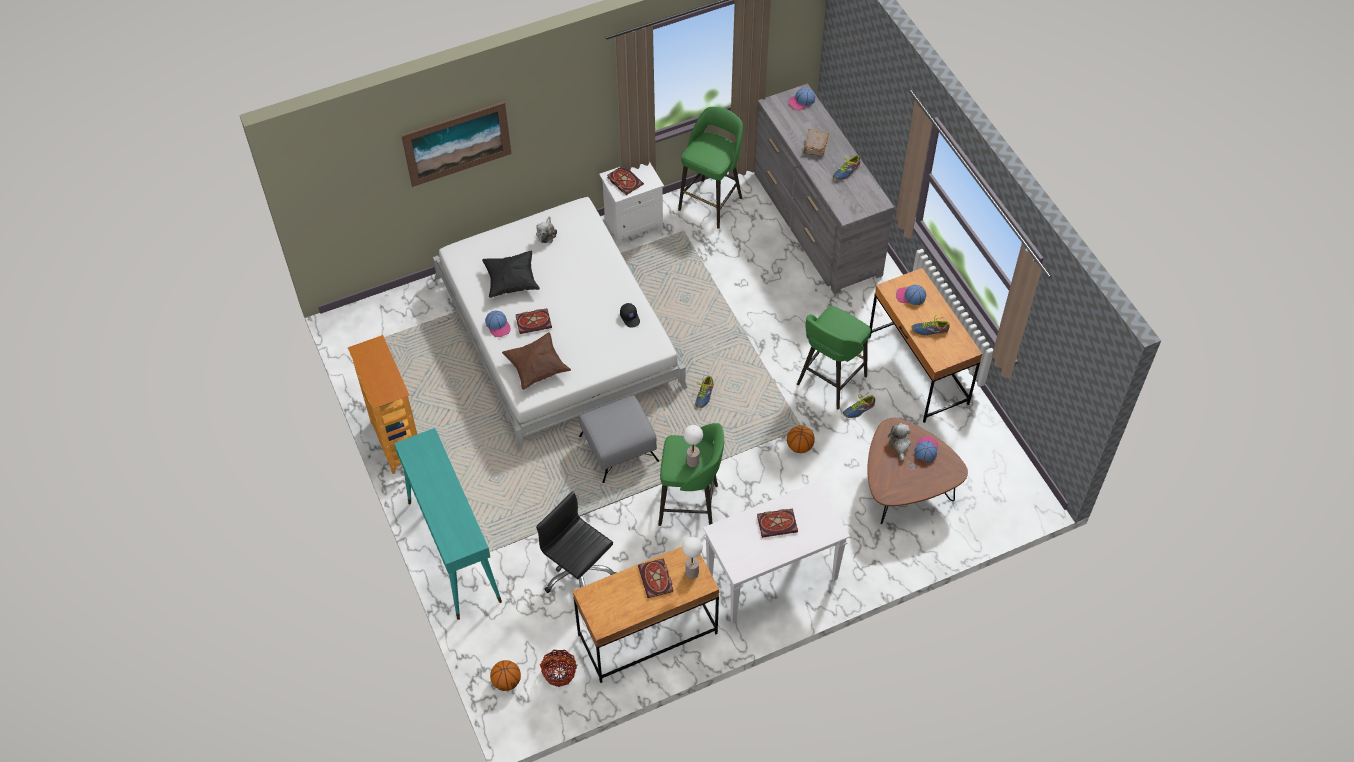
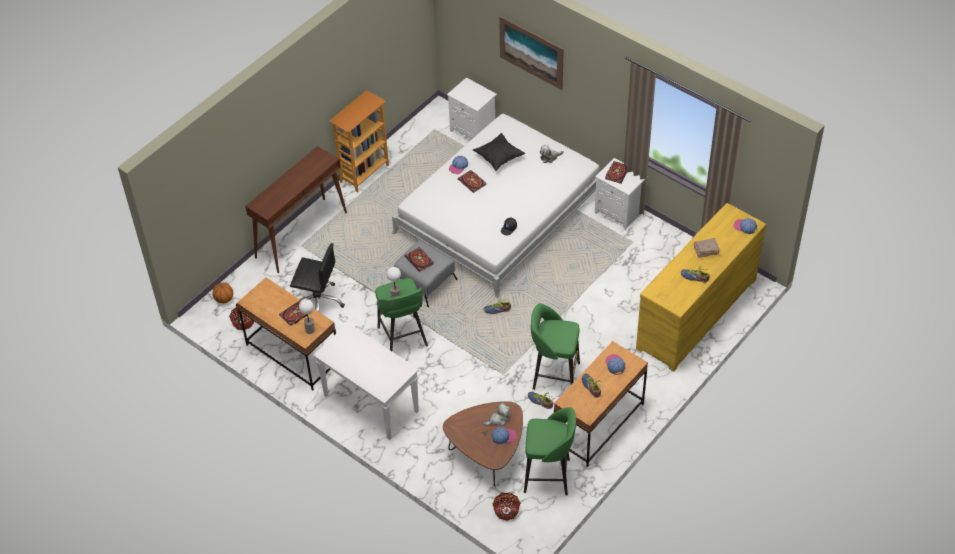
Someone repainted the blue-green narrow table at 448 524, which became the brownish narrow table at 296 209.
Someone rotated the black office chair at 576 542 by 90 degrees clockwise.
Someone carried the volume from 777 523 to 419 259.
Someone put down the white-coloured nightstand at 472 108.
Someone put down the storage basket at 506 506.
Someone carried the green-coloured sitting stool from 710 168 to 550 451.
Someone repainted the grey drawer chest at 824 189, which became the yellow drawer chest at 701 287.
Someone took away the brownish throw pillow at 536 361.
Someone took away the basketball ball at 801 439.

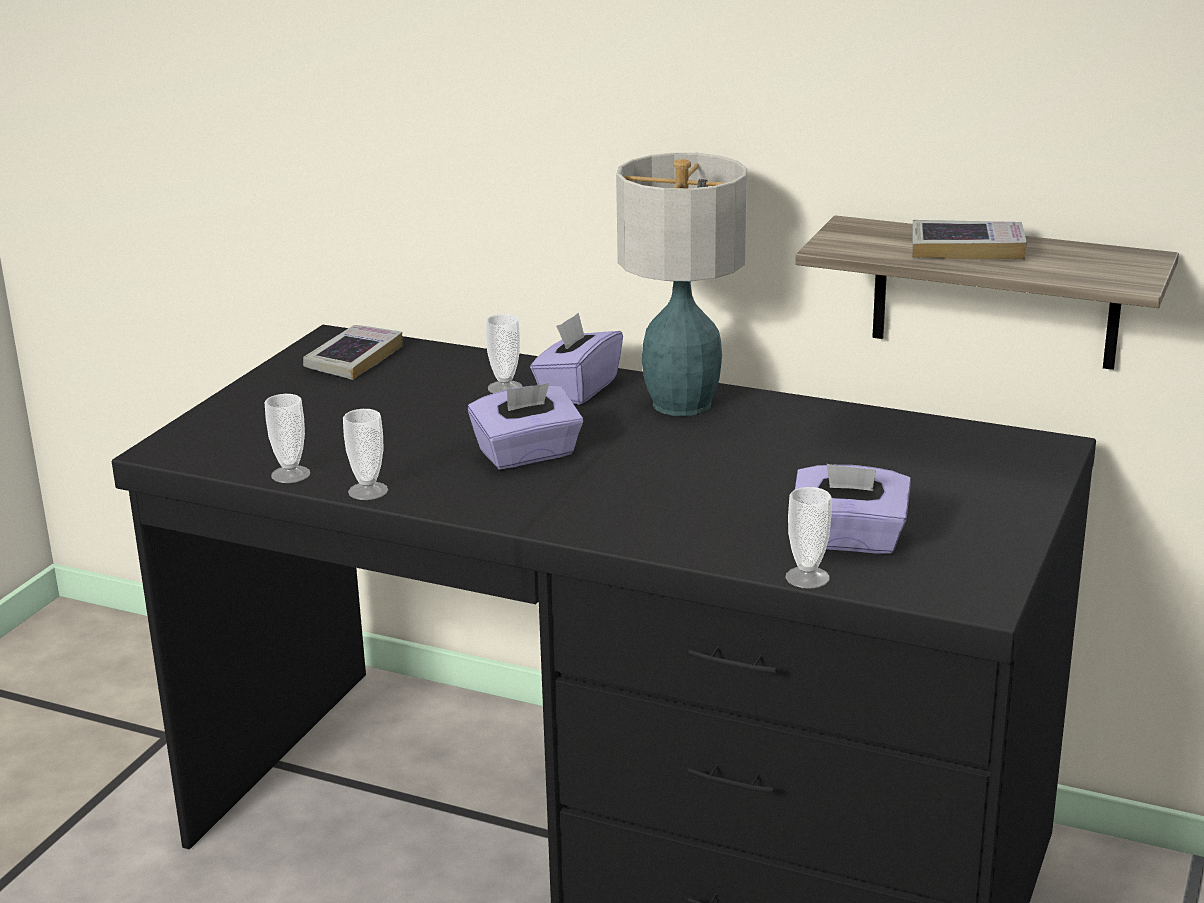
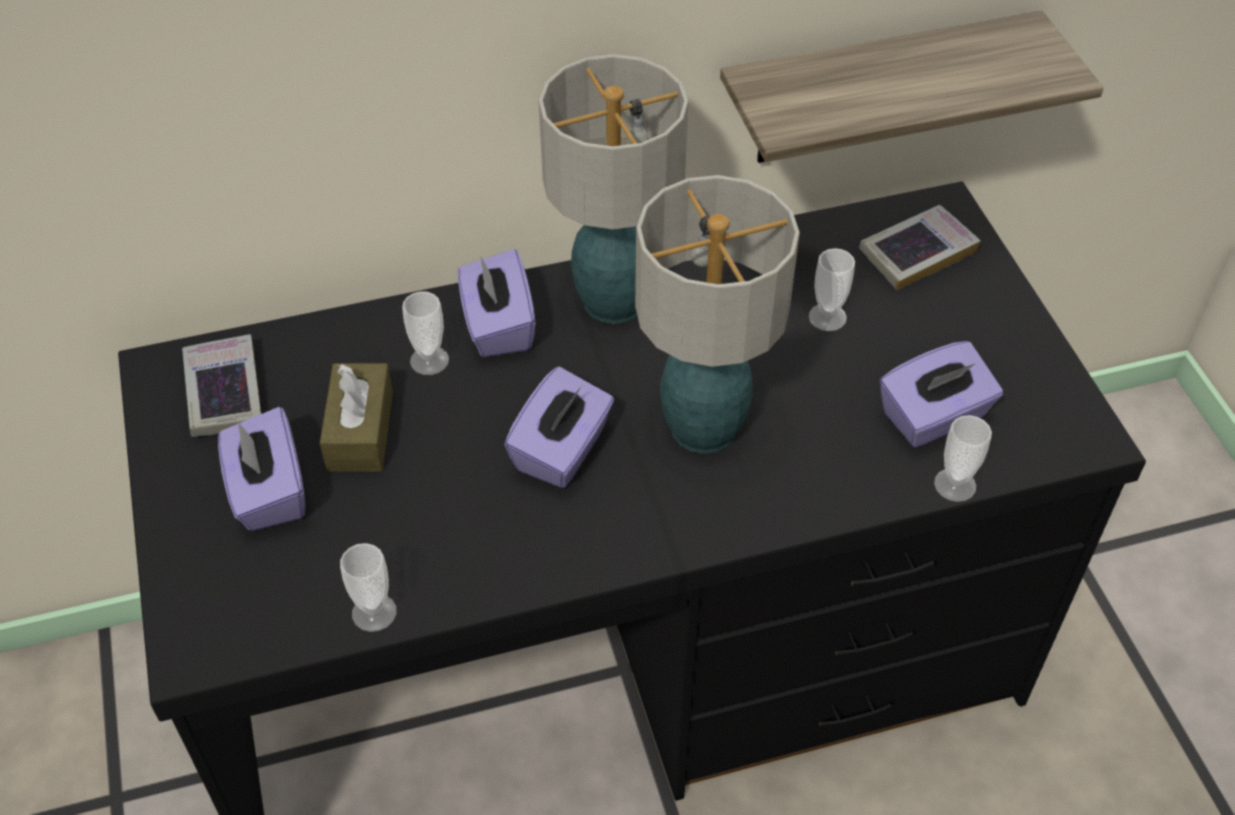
Someone put down the purplish tissue holder at 261 469.
Someone put down the brownish tissue holder at 356 417.
Someone put down the tabletop lamp at 717 314.
Someone carried the small cup from 365 454 to 832 289.
Someone carried the volume from 969 240 to 920 247.

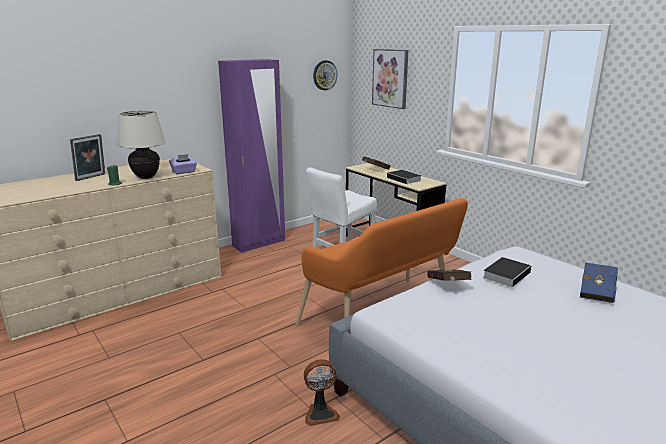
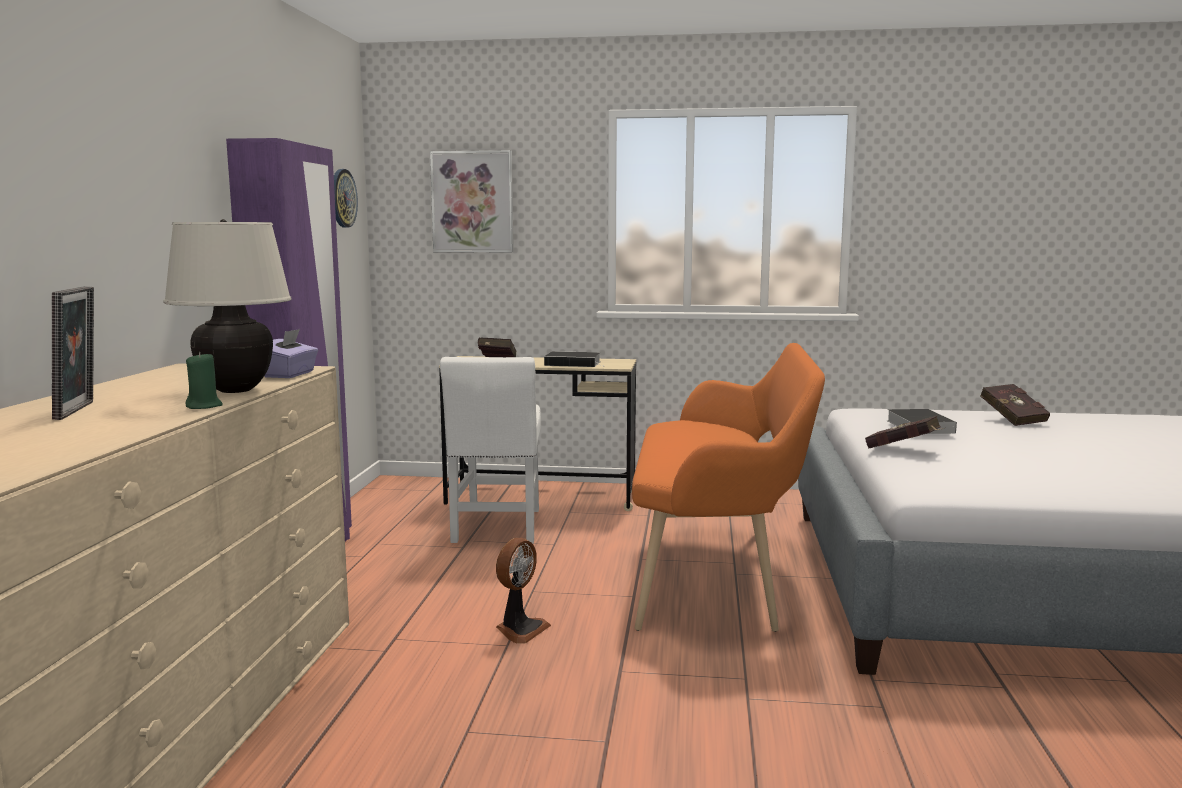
Someone carried the fan from 322 392 to 523 591.
Someone repainted the blue-coloured volume at 599 282, which became the red volume at 1015 405.

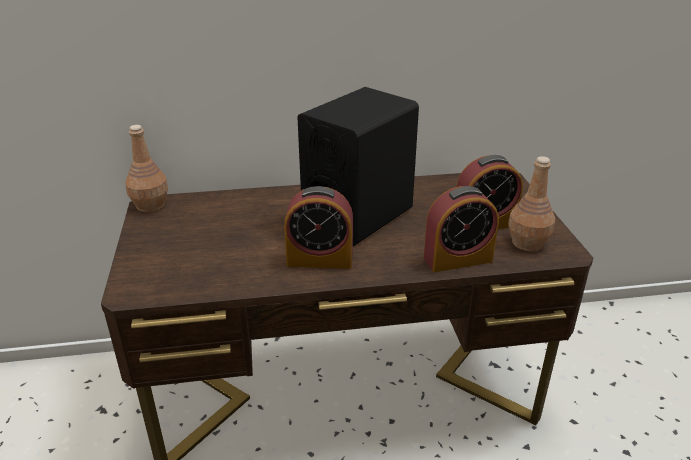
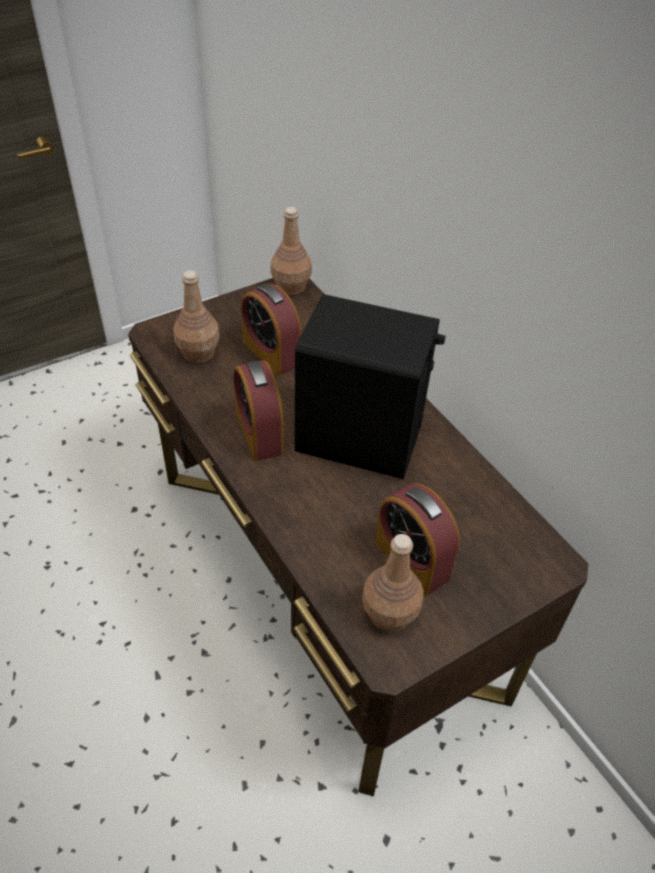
Someone put down the brownish drink bottle at 196 316.
Someone carried the table clock from 461 229 to 271 330.

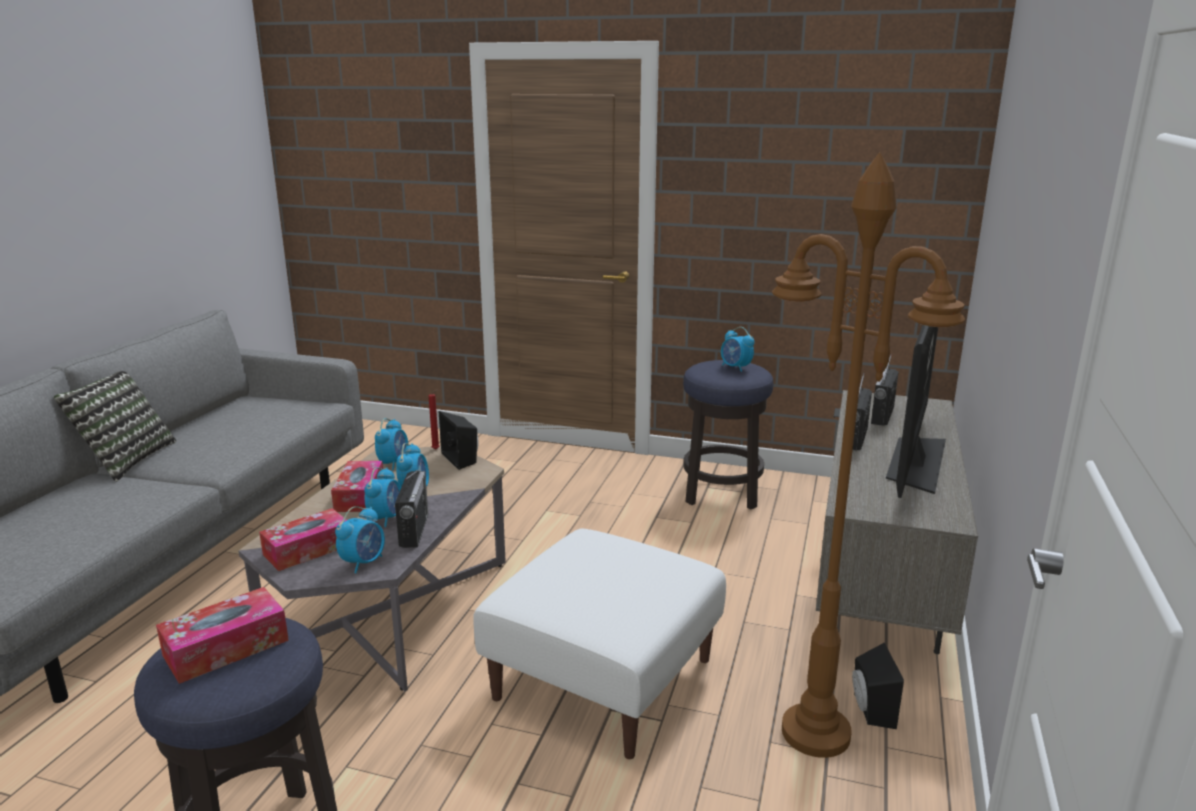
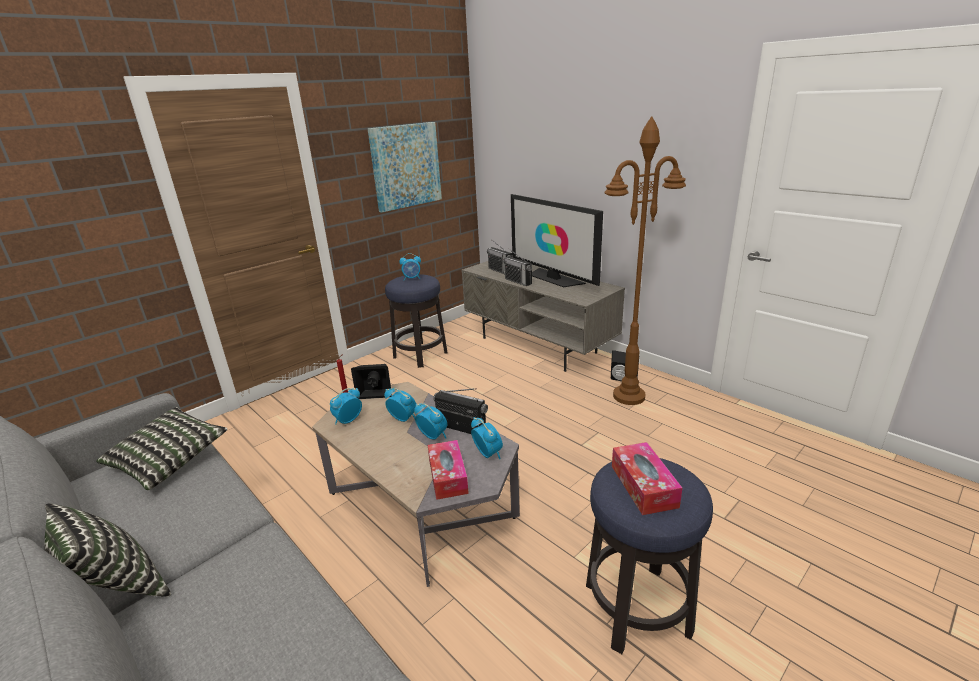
Someone put down the throw pillow at 161 448.
Someone rotated the table clock at 392 444 by 90 degrees counterclockwise.
Someone put up the picture at 405 167.
Someone took away the tissue holder at 357 486.
Someone took away the white-coloured pouffe at 599 644.

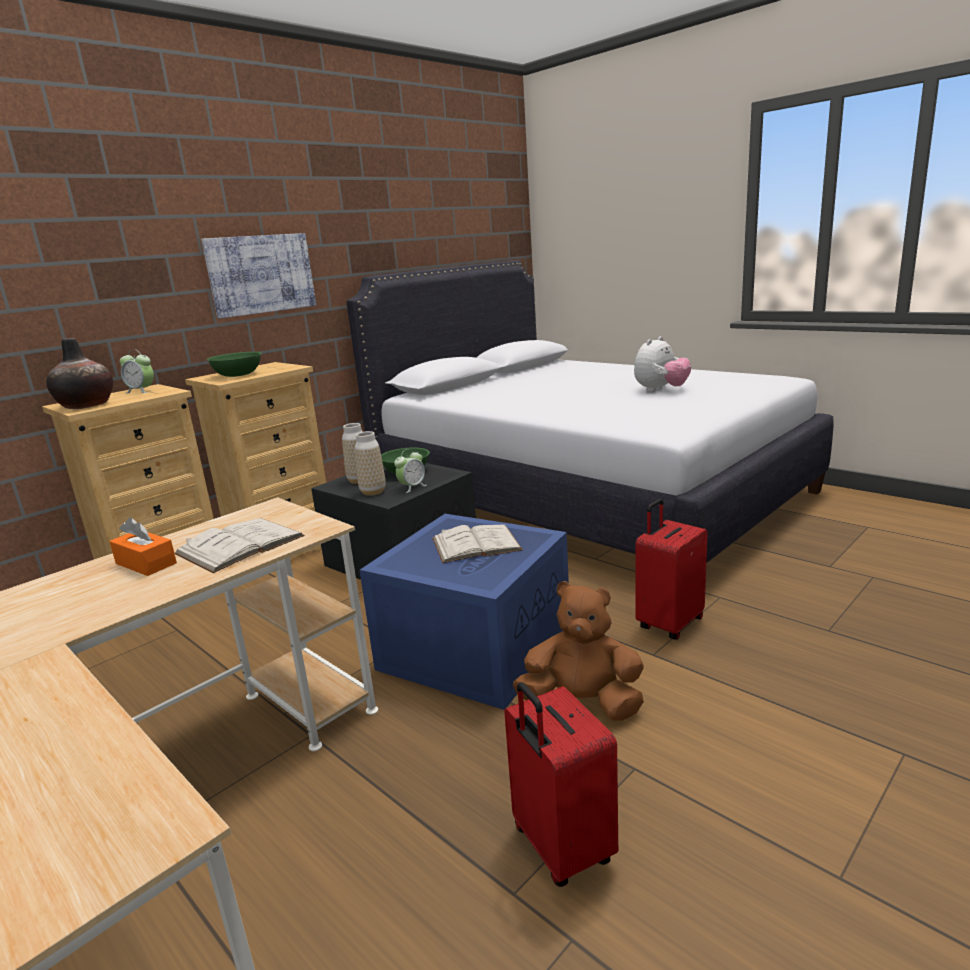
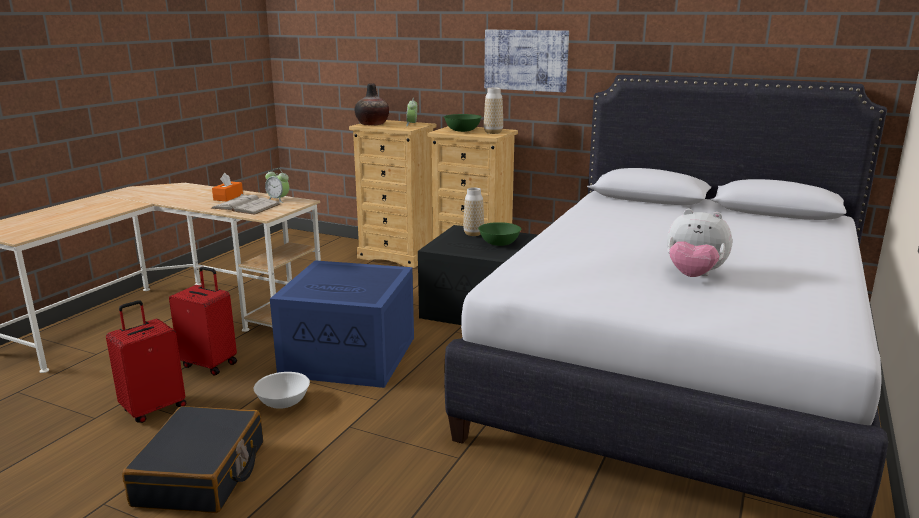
Someone put down the black piece of luggage at 192 459.
Someone carried the red piece of luggage from 672 569 to 203 321.
Someone swapped the brownish soft toy at 578 651 for the white-coloured serving bowl at 282 390.
Someone carried the table clock from 410 471 to 277 185.
Someone carried the decorative vase from 370 463 to 493 111.
Someone took away the white-coloured volume at 477 544.

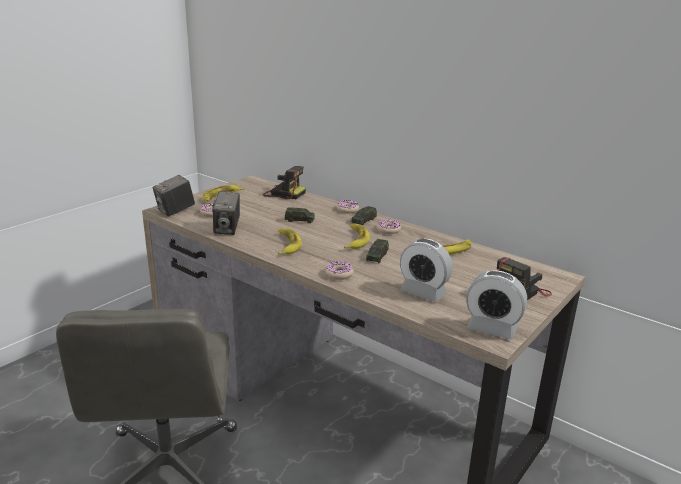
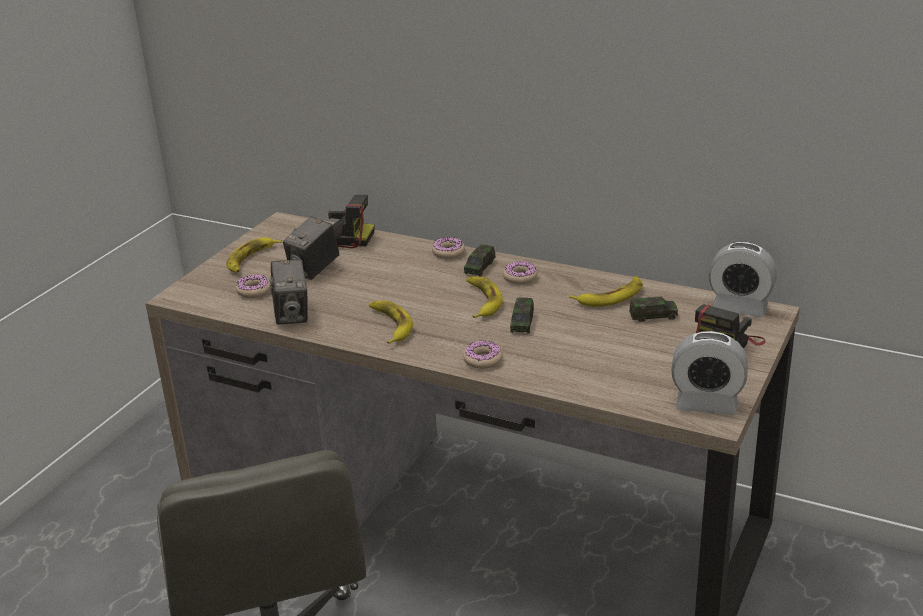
Someone carried the photo camera from 173 196 to 311 248.
Someone carried the miniature car from 300 215 to 653 309.
Someone carried the table clock from 426 270 to 743 279.

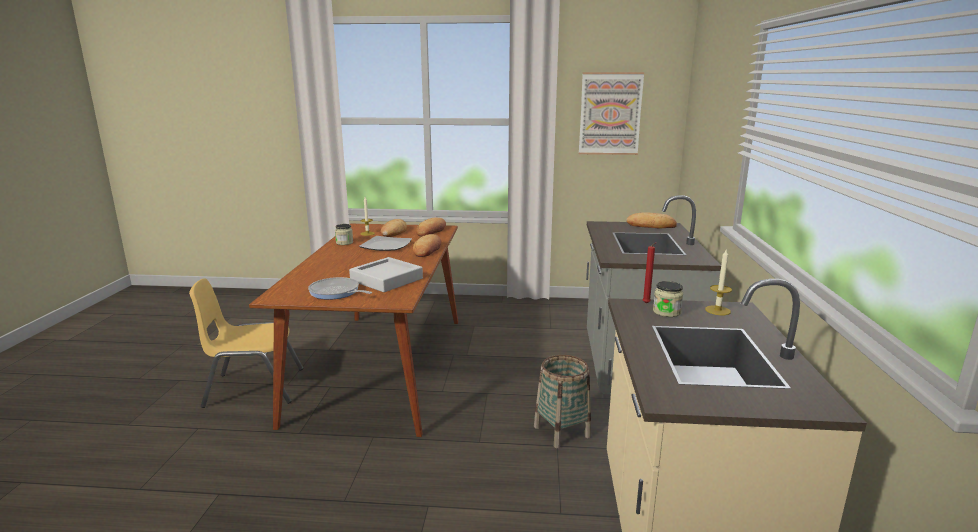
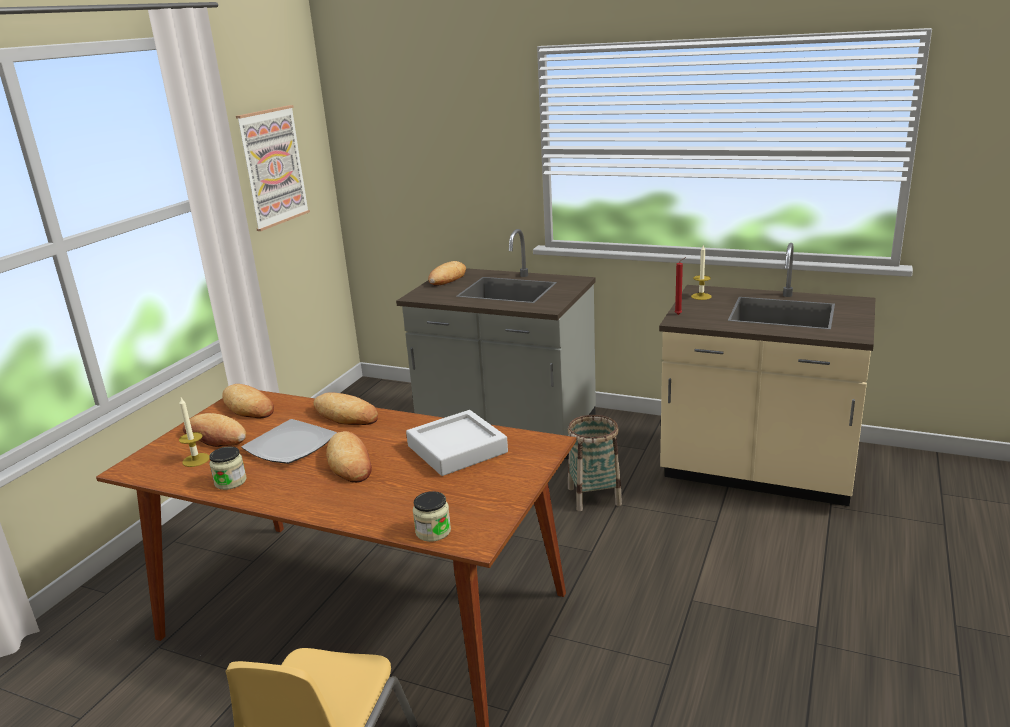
Someone put down the bread at 349 457.
Someone carried the storage jar from 668 299 to 432 516.
Someone took away the frying pan at 340 288.

